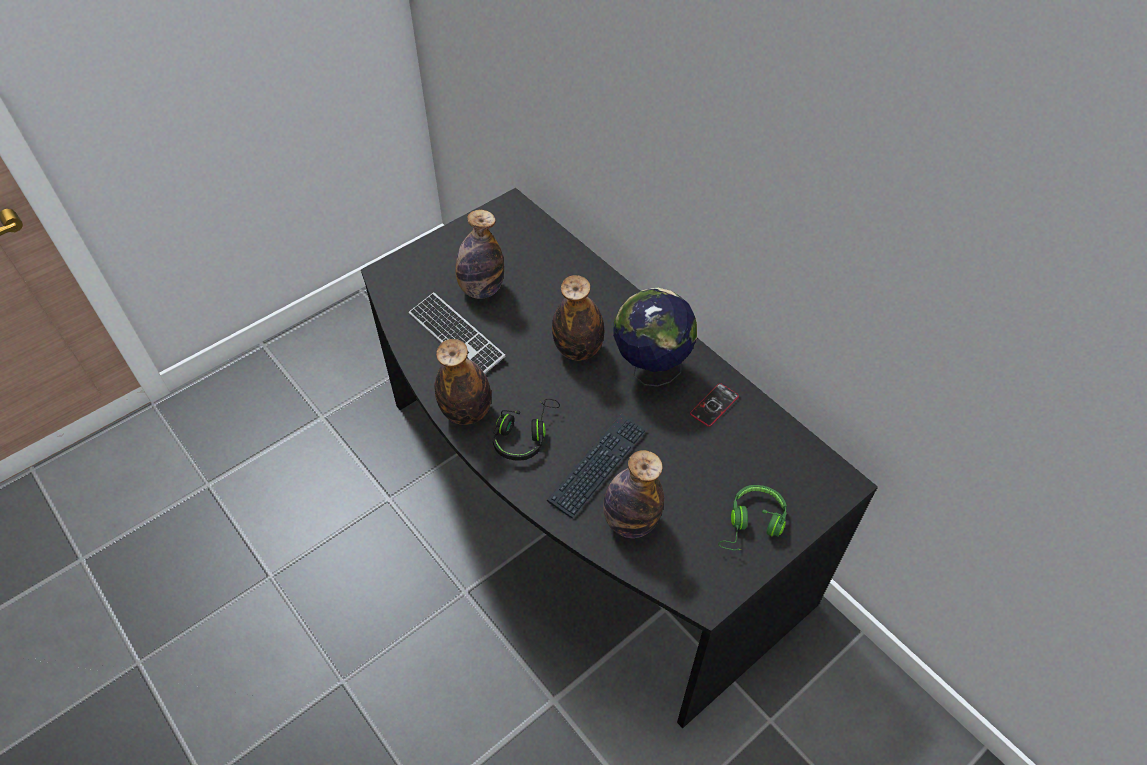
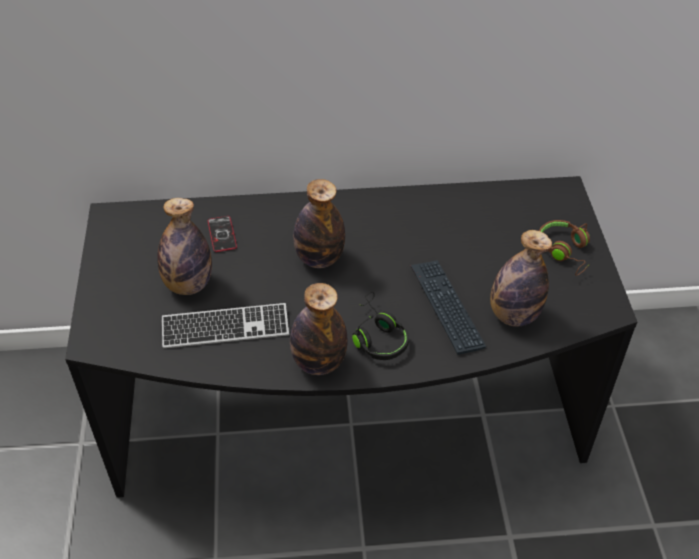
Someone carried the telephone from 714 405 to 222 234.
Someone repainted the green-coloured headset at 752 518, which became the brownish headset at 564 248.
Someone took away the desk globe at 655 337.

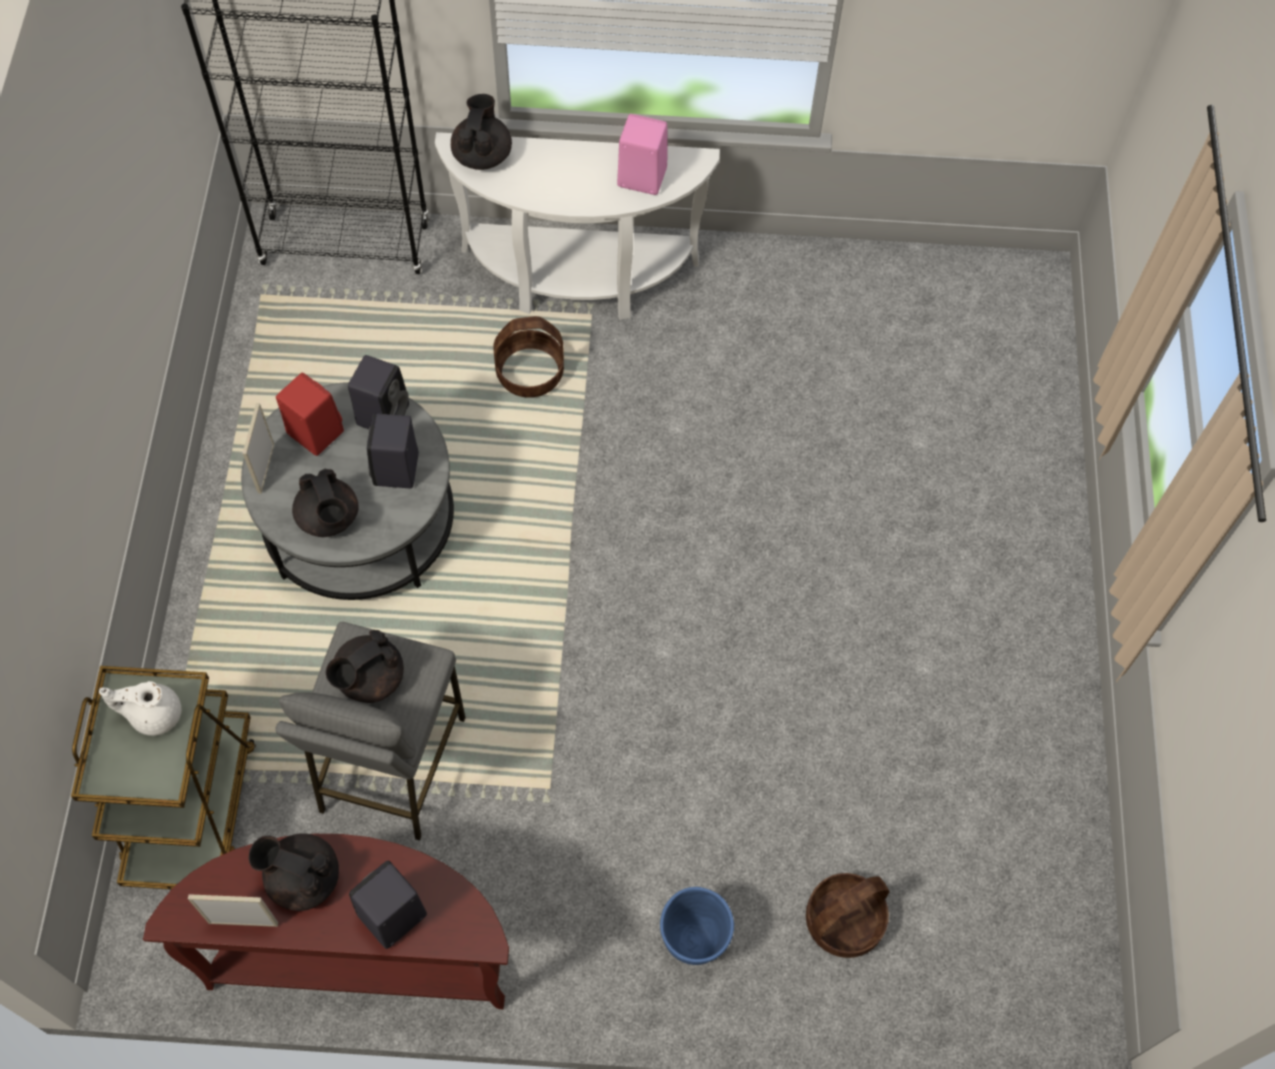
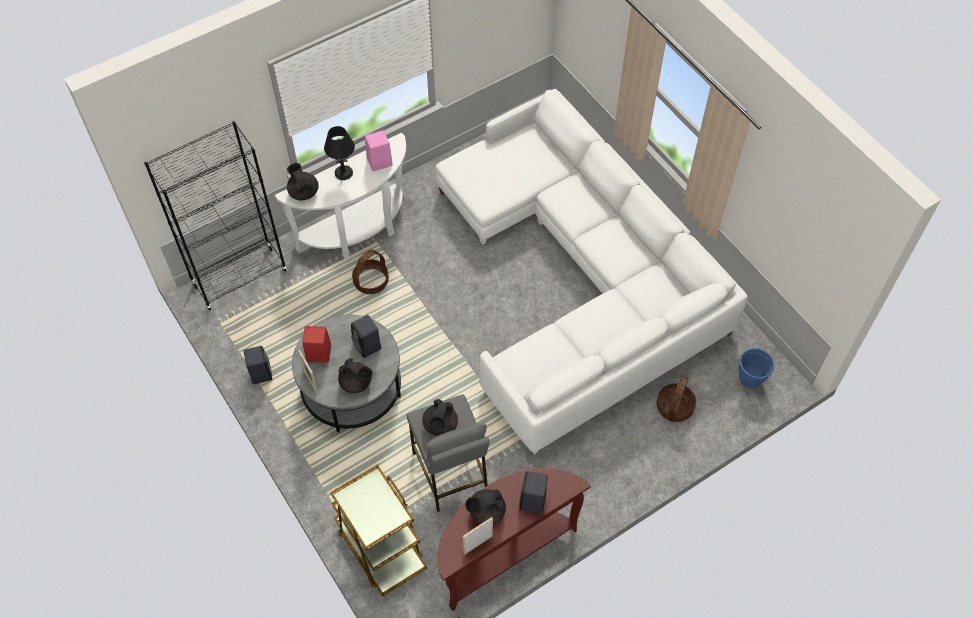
Someone carried the black loudspeaker from 378 392 to 258 365.
Someone put down the black tabletop lamp at 339 153.
Someone put down the white-coloured sofa at 592 272.
Someone carried the blue-coloured plant pot from 697 926 to 757 368.
Someone took away the white-coloured tea pot at 140 708.

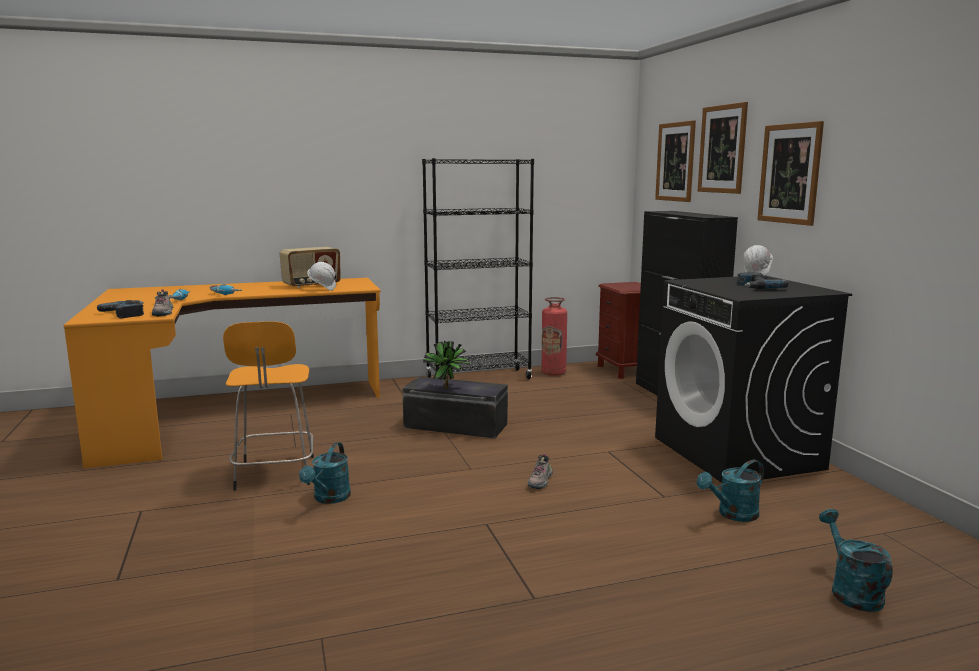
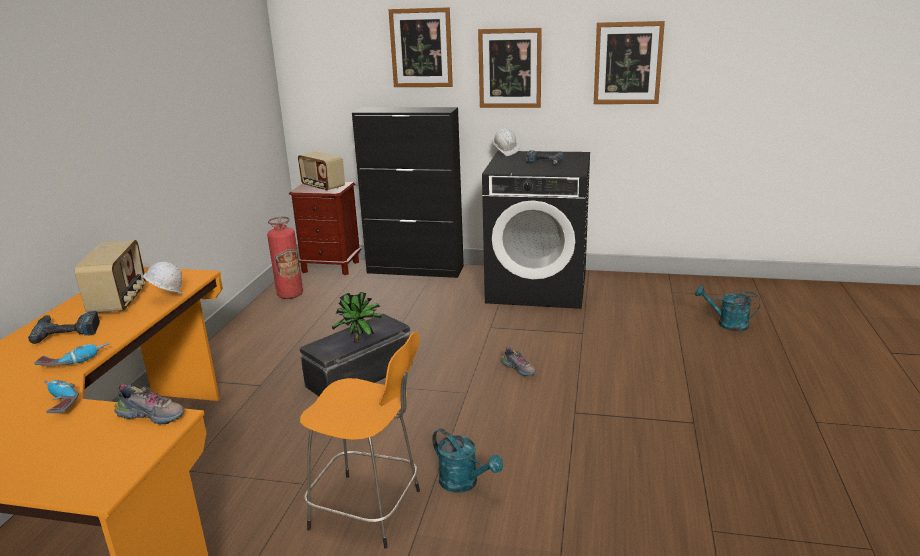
Someone carried the electric drill from 120 309 to 64 327.
Someone put down the radio set at 321 171.
Someone carried the picture from 675 161 to 629 62.
Someone took away the black bookcase at 478 268.
Someone took away the blue-green watering can at 730 491.

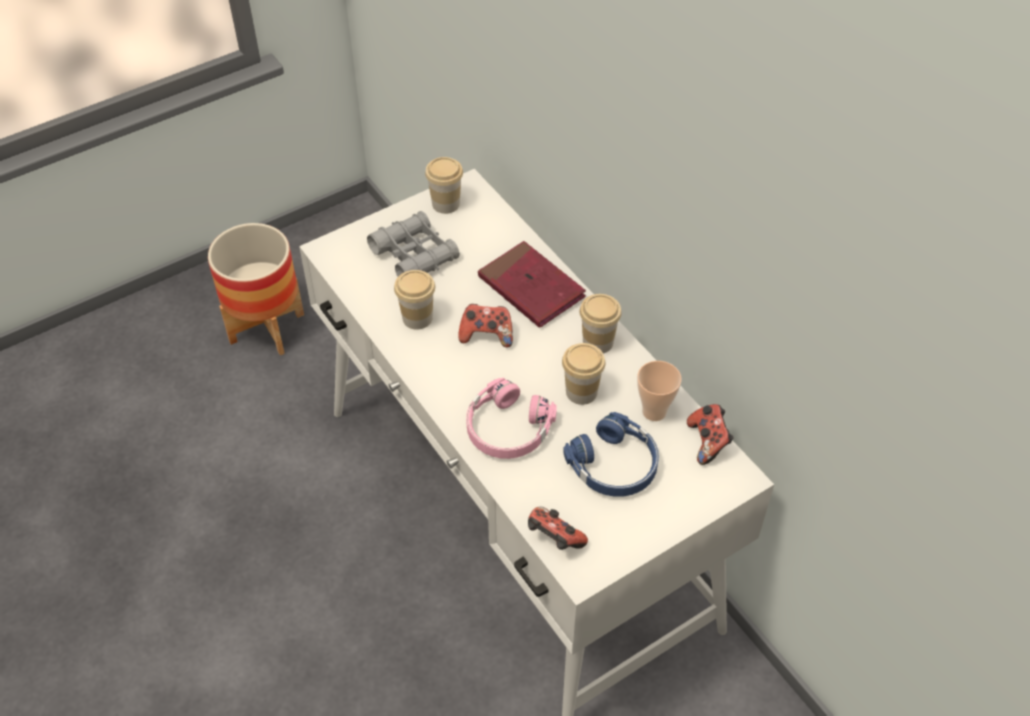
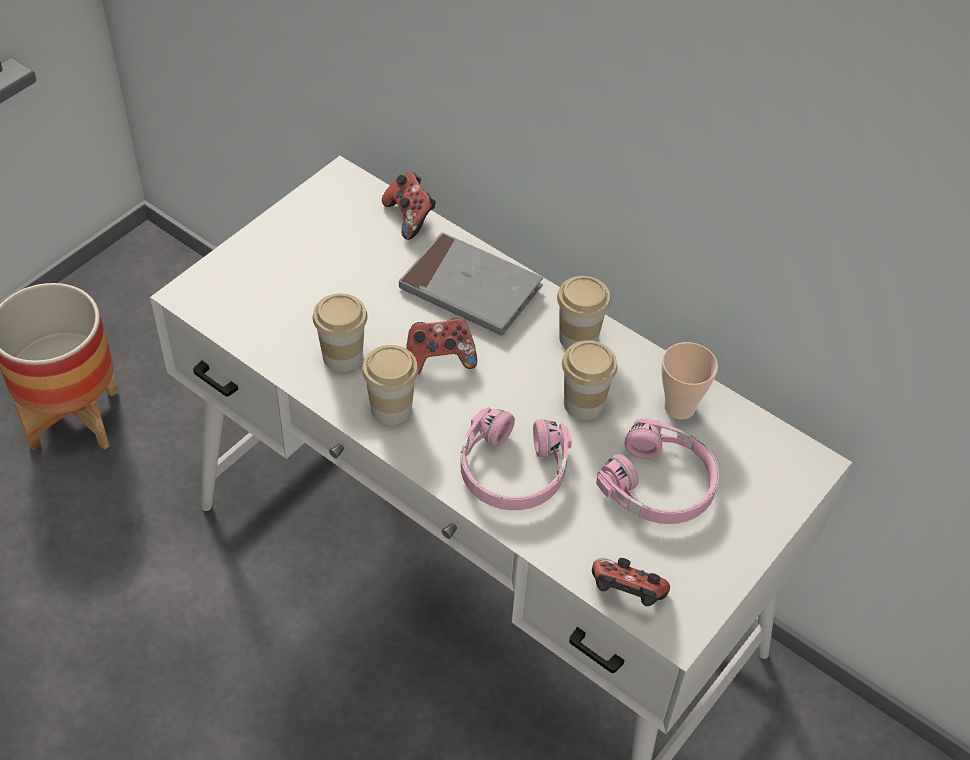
Someone carried the small cup from 444 185 to 390 385.
Someone carried the joypad from 710 434 to 409 206.
Someone repainted the red volume at 532 284, which became the grey volume at 471 284.
Someone repainted the blue-coloured headset at 611 454, which became the pink headset at 657 471.
Someone took away the grey binoculars at 413 244.

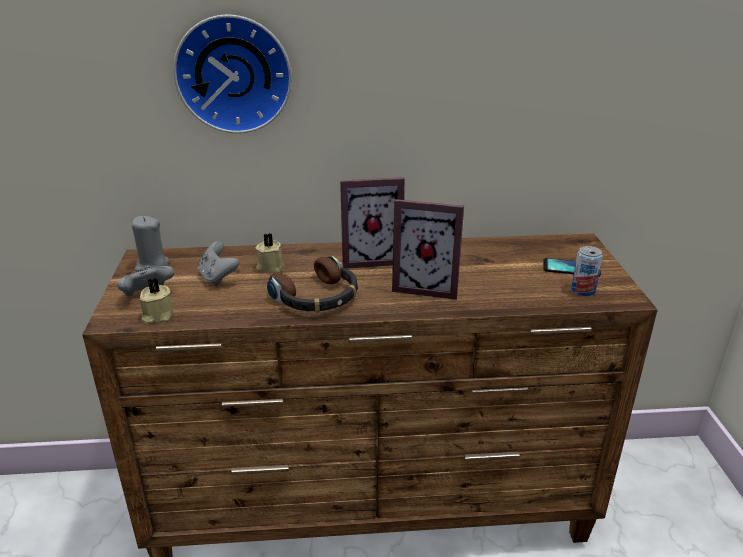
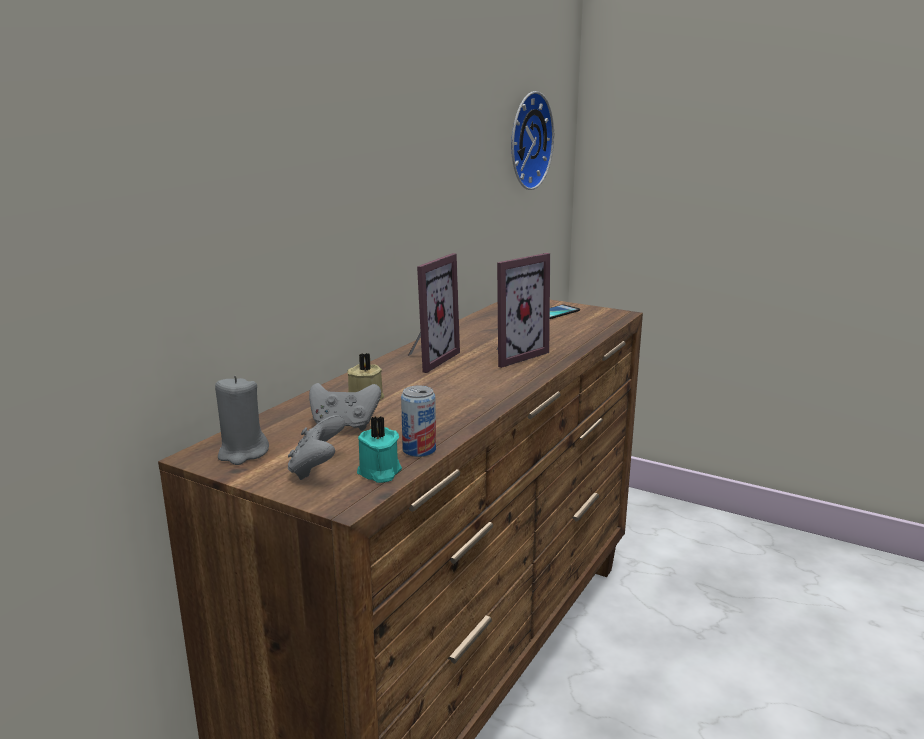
Someone repainted the beige wax candle at 156 301, which became the blue-green wax candle at 379 449.
Someone carried the sealed can from 587 271 to 418 421.
Someone carried the wall clock from 232 74 to 532 140.
Someone took away the headset at 312 284.

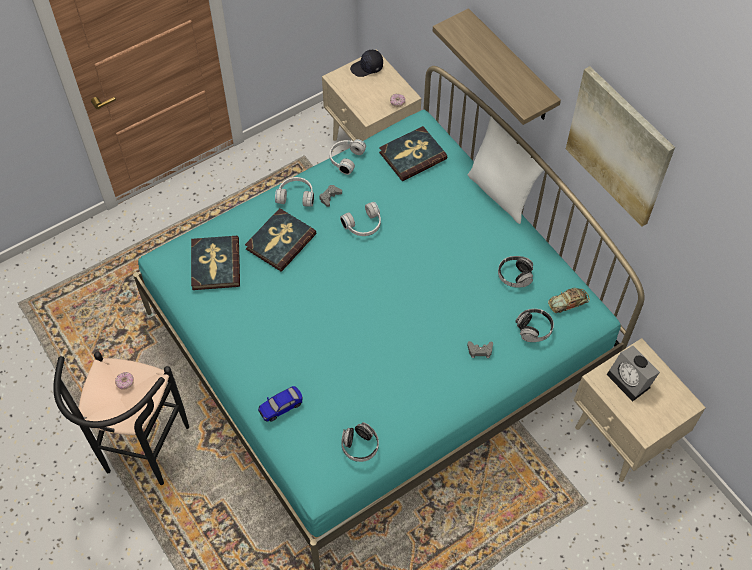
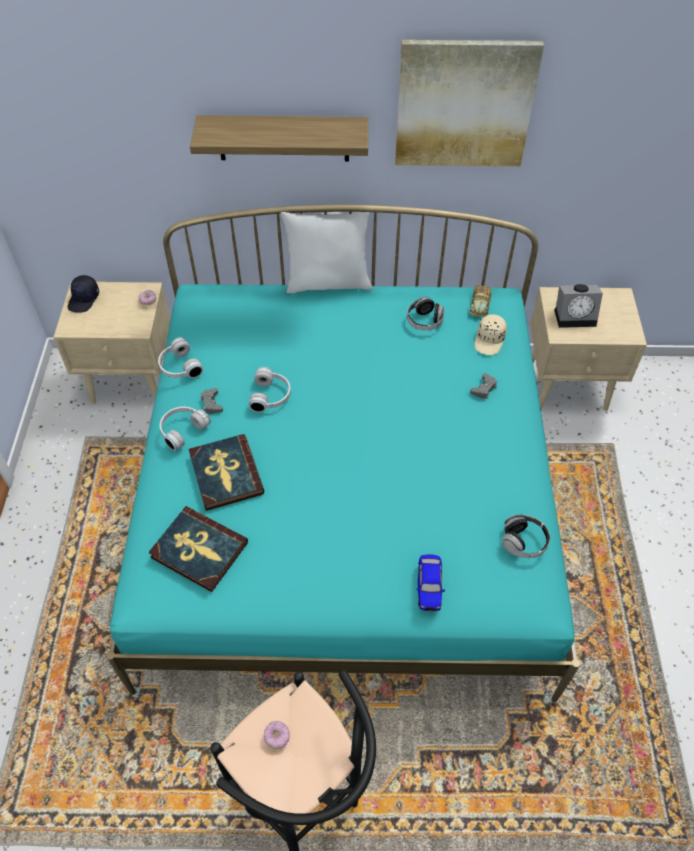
Someone swapped the headset at 534 325 for the beige peaked cap at 490 334.
Someone took away the volume at 413 153.

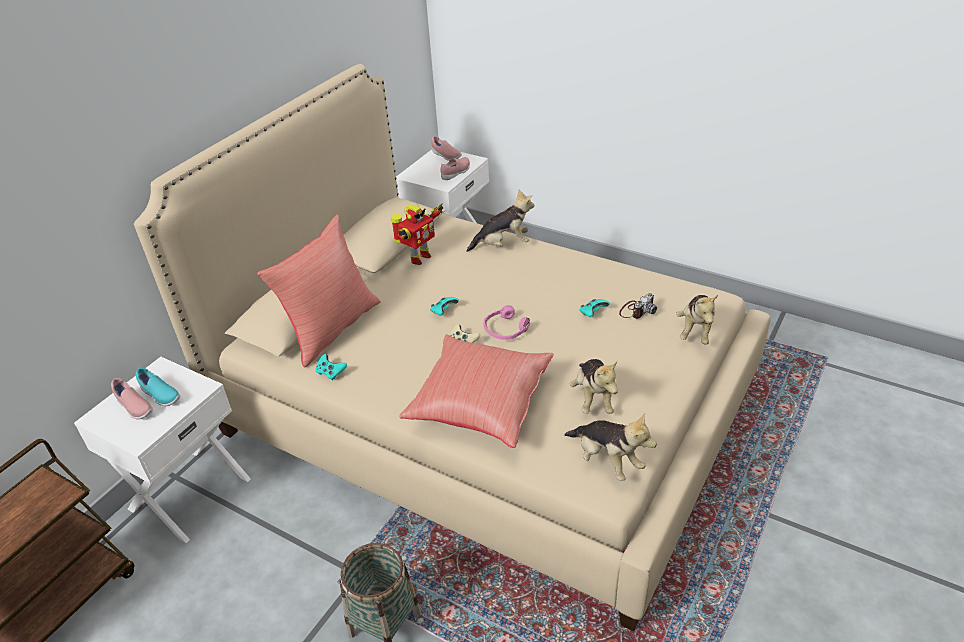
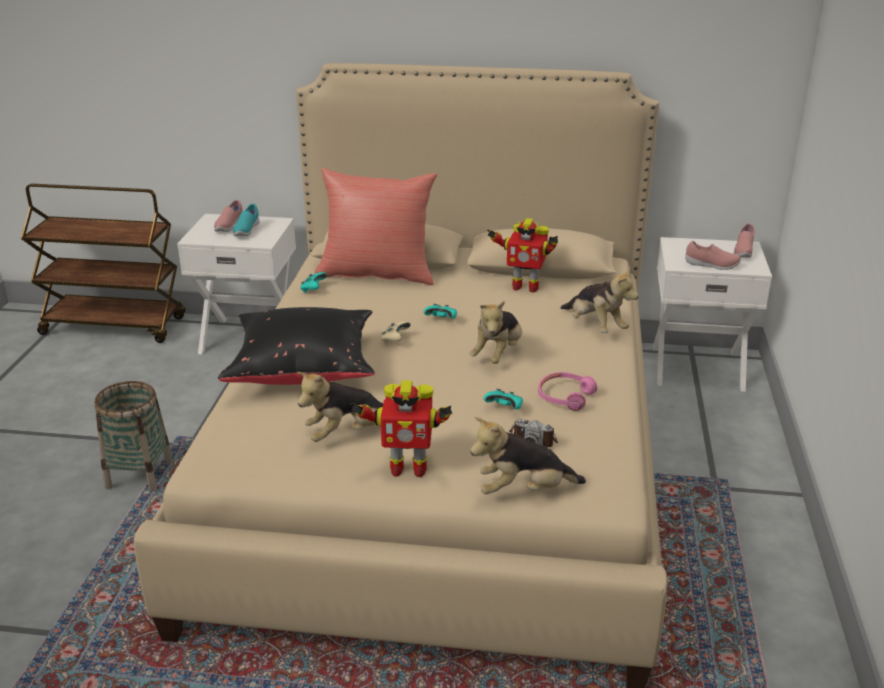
Someone repainted the red throw pillow at 476 391, which became the black throw pillow at 296 346.
Someone put down the robot figure at 401 428.
Someone carried the soft toy from 610 447 to 495 332.
Someone carried the pink headset from 506 322 to 567 391.

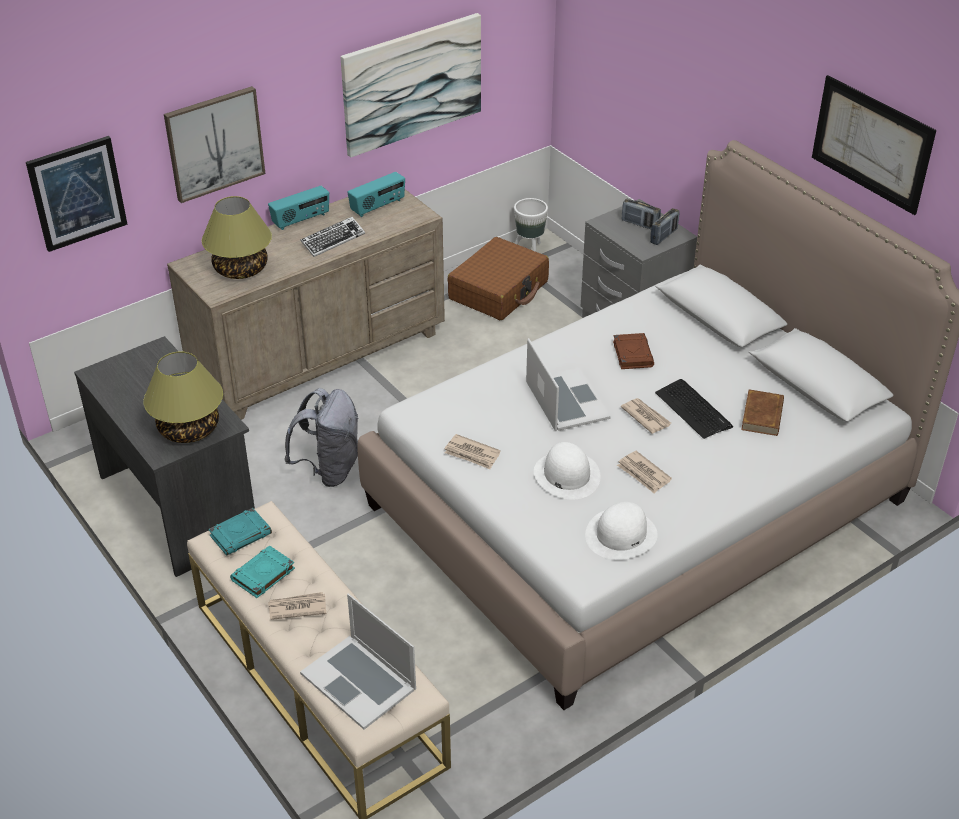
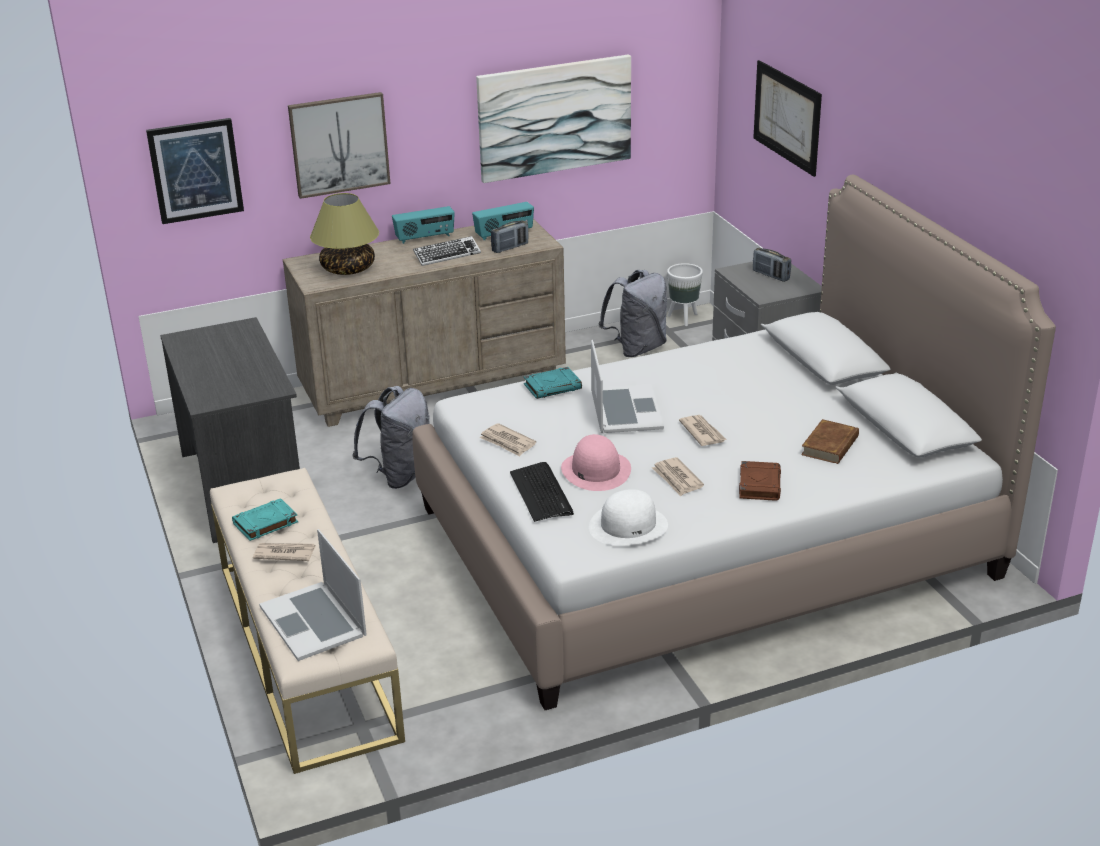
Someone carried the radio set from 665 226 to 510 236.
Someone carried the PC keyboard from 694 409 to 542 492.
Someone carried the blue-green volume from 240 532 to 553 383.
Someone repainted the white-coloured hat at 567 471, which became the pink hat at 596 462.
Someone swapped the brownish piece of luggage at 498 278 for the grey backpack at 632 313.
Someone carried the brownish volume from 633 351 to 760 481.
Someone carried the picture from 874 145 to 787 118.
Someone took away the tabletop lamp at 183 397.

